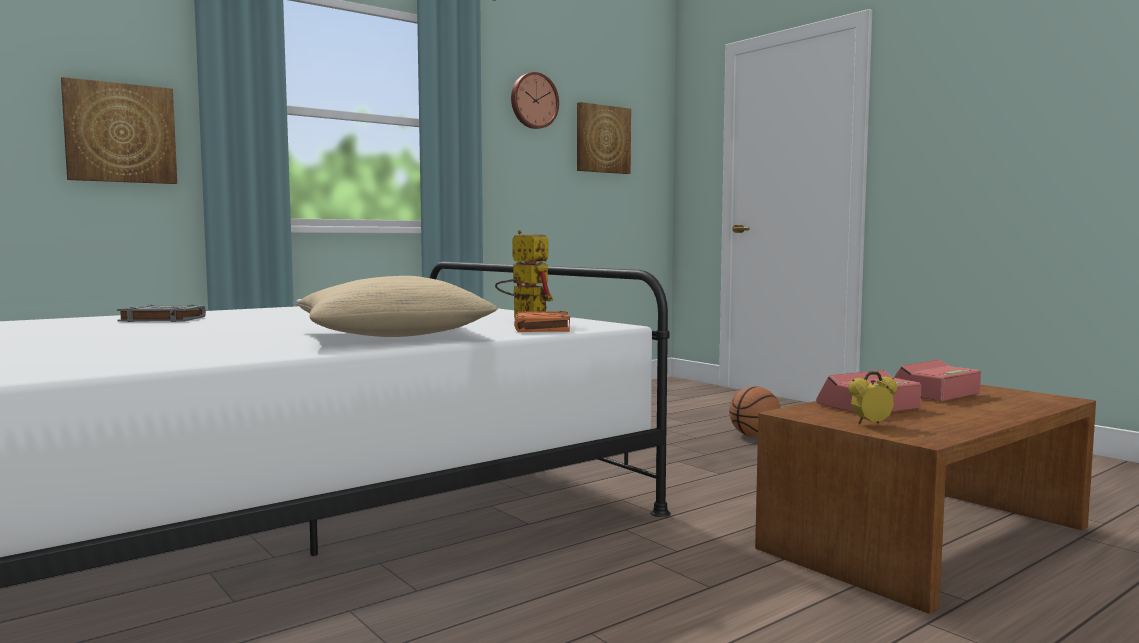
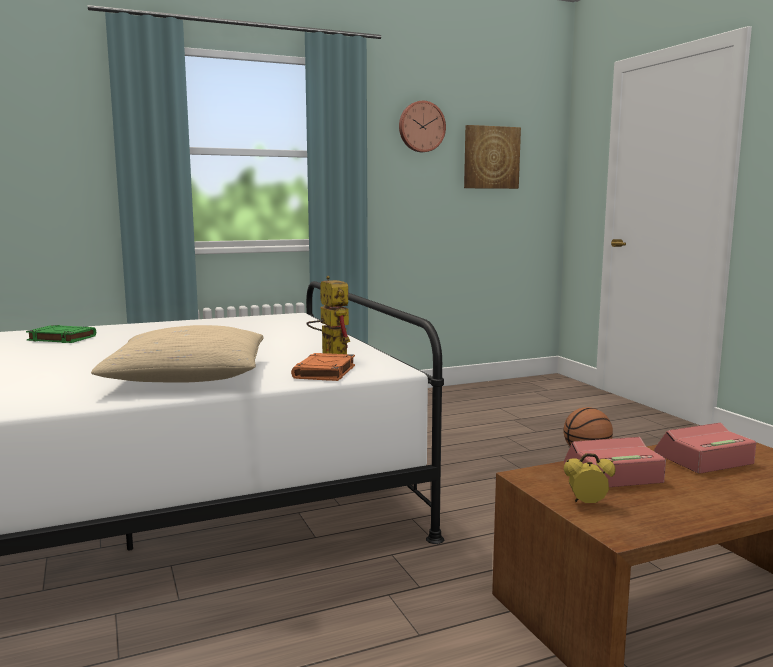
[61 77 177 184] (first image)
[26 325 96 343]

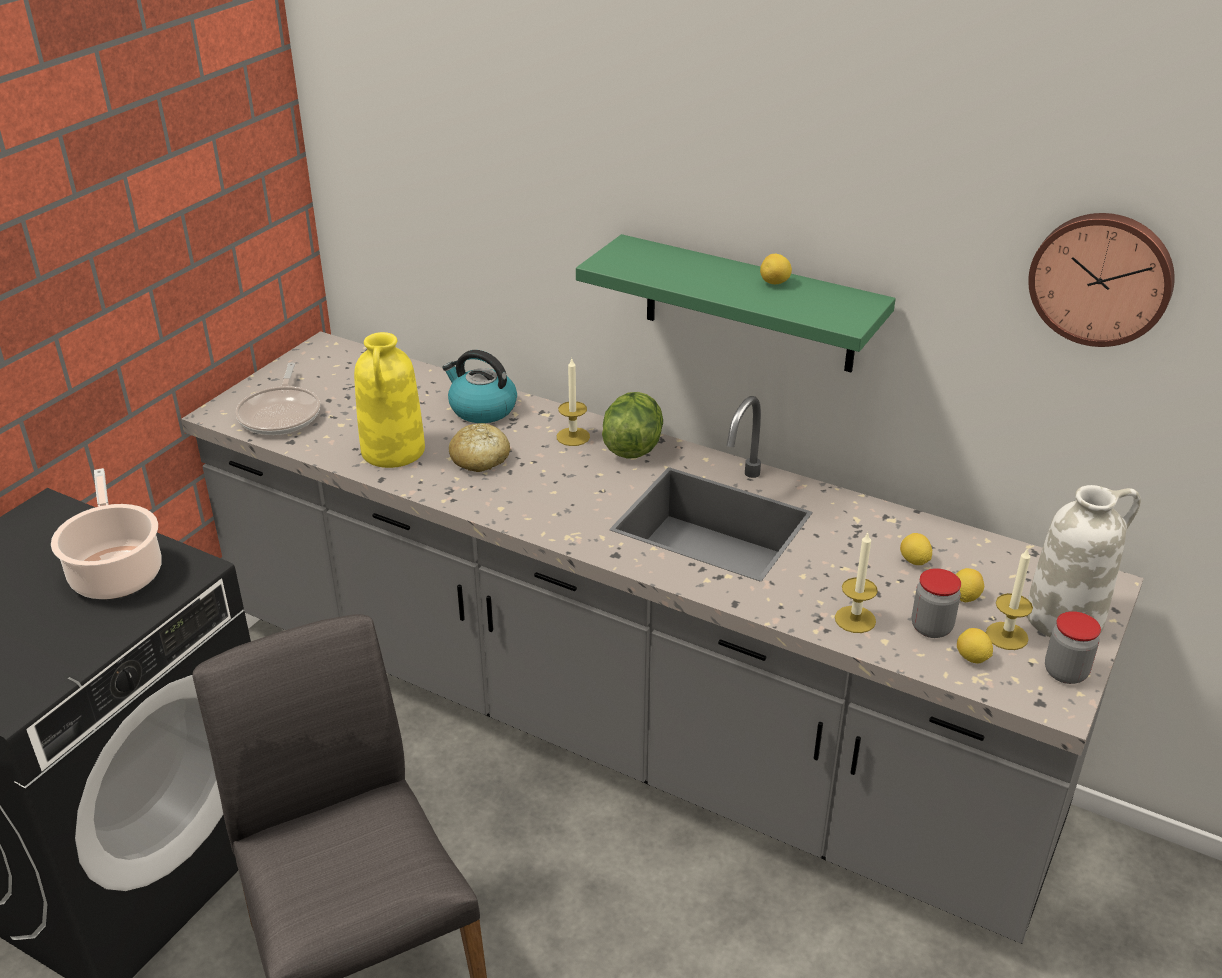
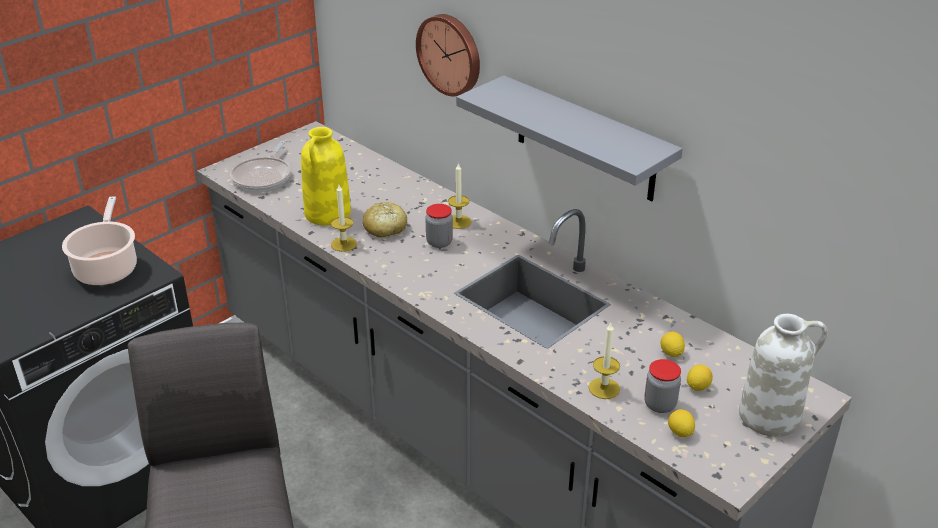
[416 14 480 96]
[456 76 683 201]
[760 254 792 284] (first image)
[442 350 517 423] (first image)
[602 392 663 459] (first image)
[331 185 357 252]
[425 204 453 248]

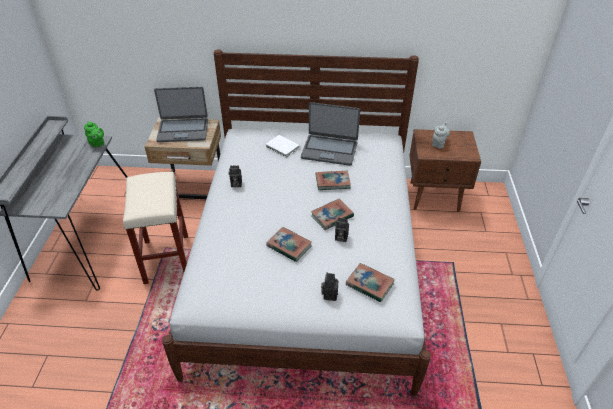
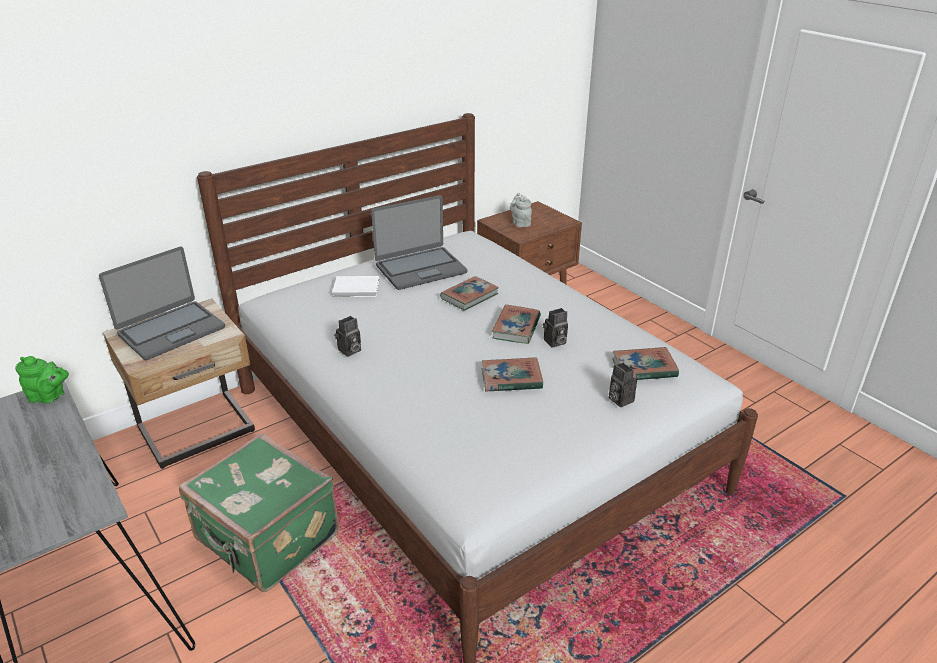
[179 433 339 592]

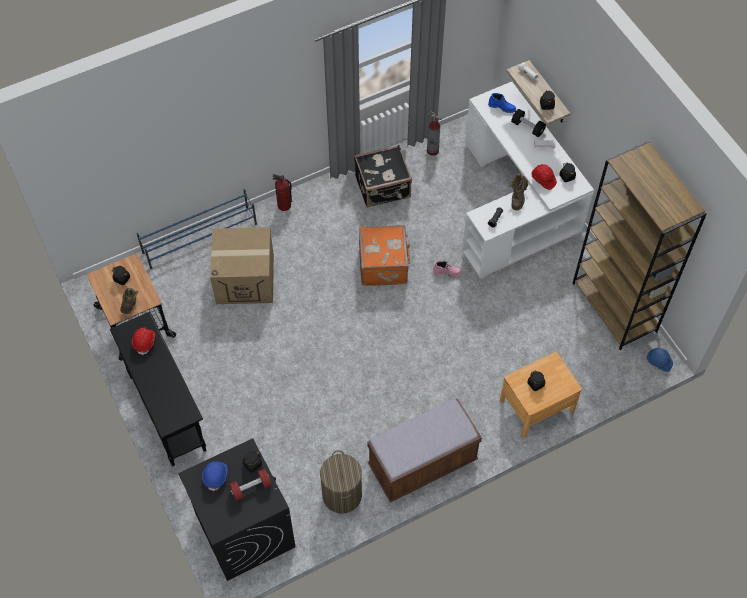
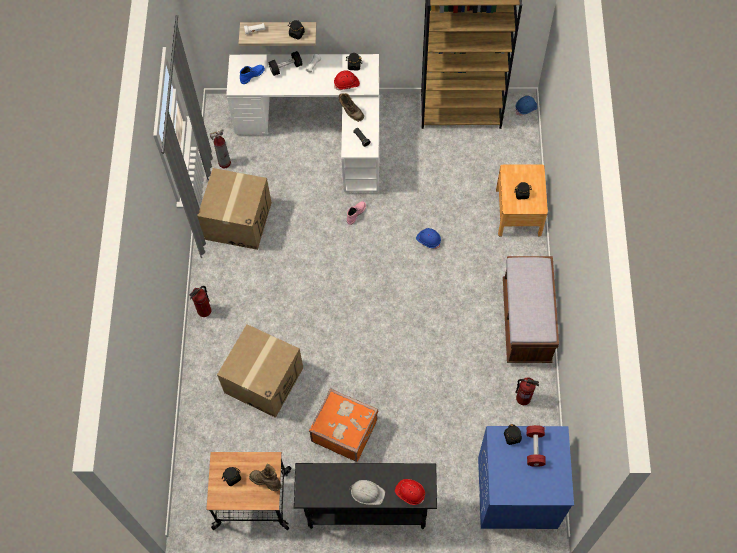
[197 168 272 250]
[137 189 257 269] (first image)
[309 388 378 462]
[395 479 425 505]
[478 425 574 529]
[515 377 539 405]
[416 228 441 249]
[349 480 385 505]

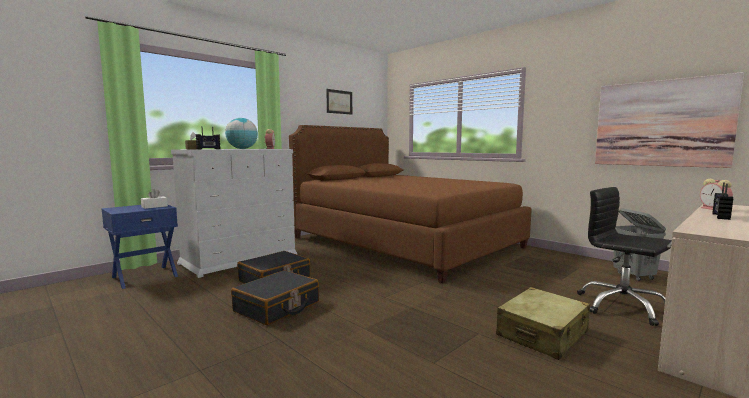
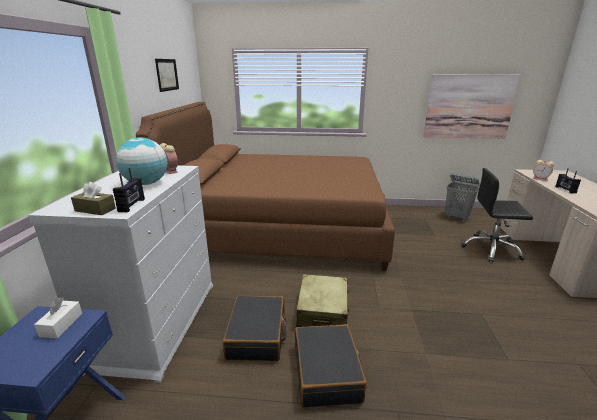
[296 274 349 327]

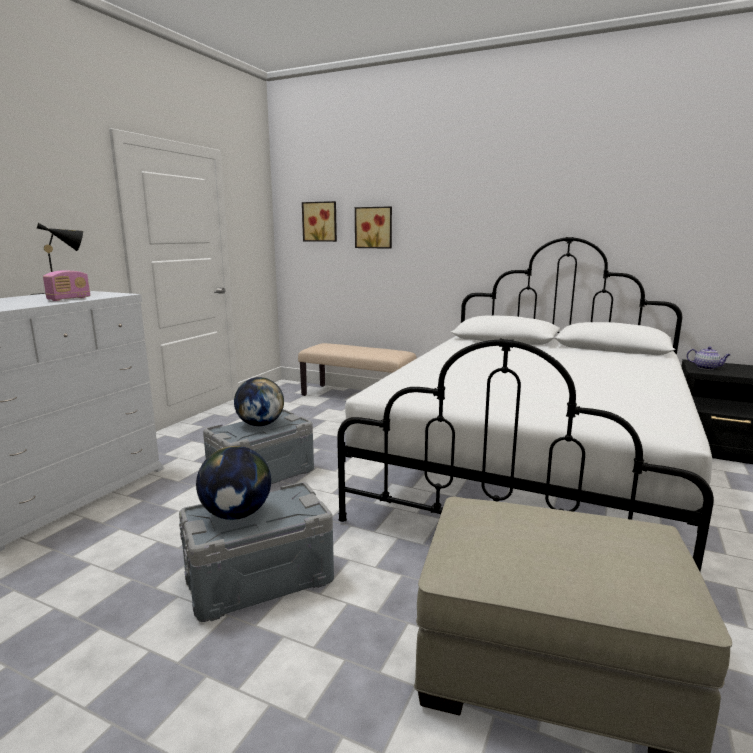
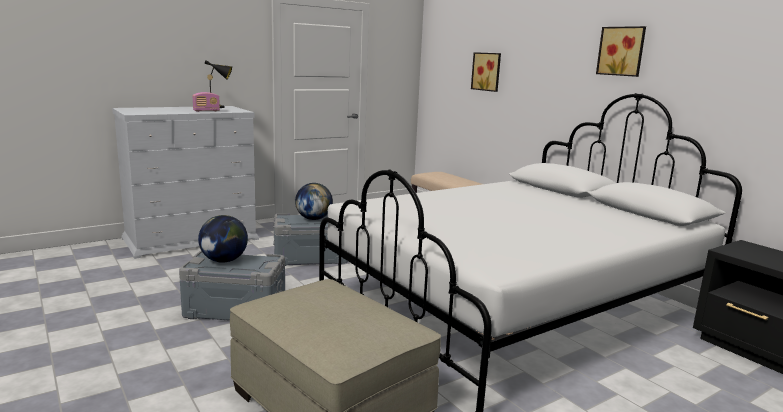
[596 26 646 77]
[687 346 731 370] (first image)

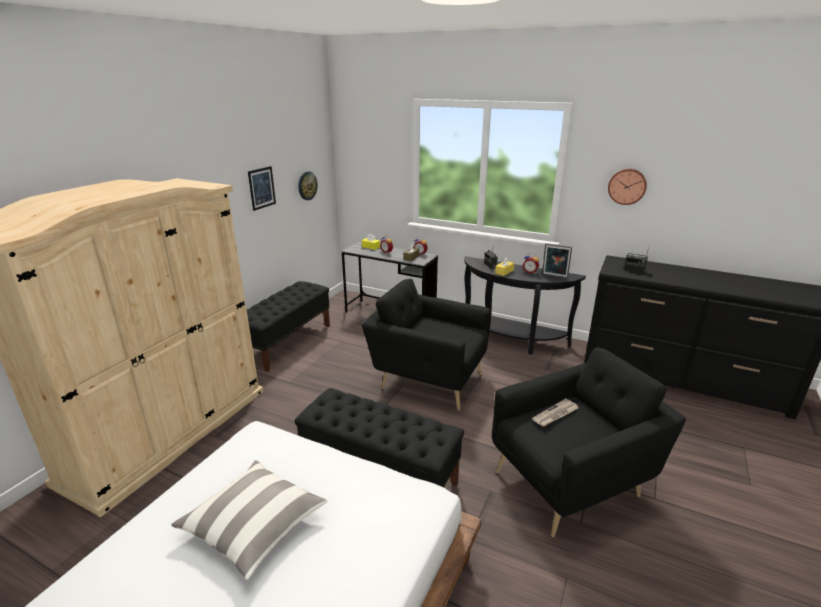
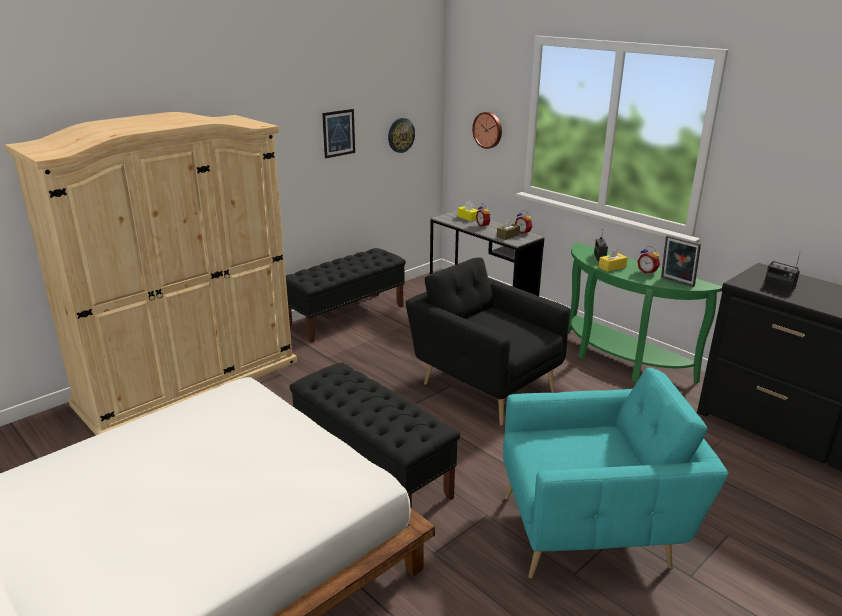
[472 112 502 149]
[568 242 722 384]
[503 368 728 579]
[532 398 579 427] (first image)
[171 460 327 580] (first image)

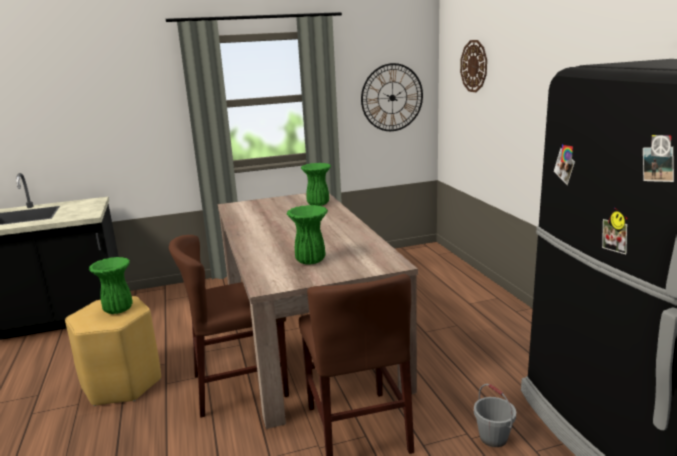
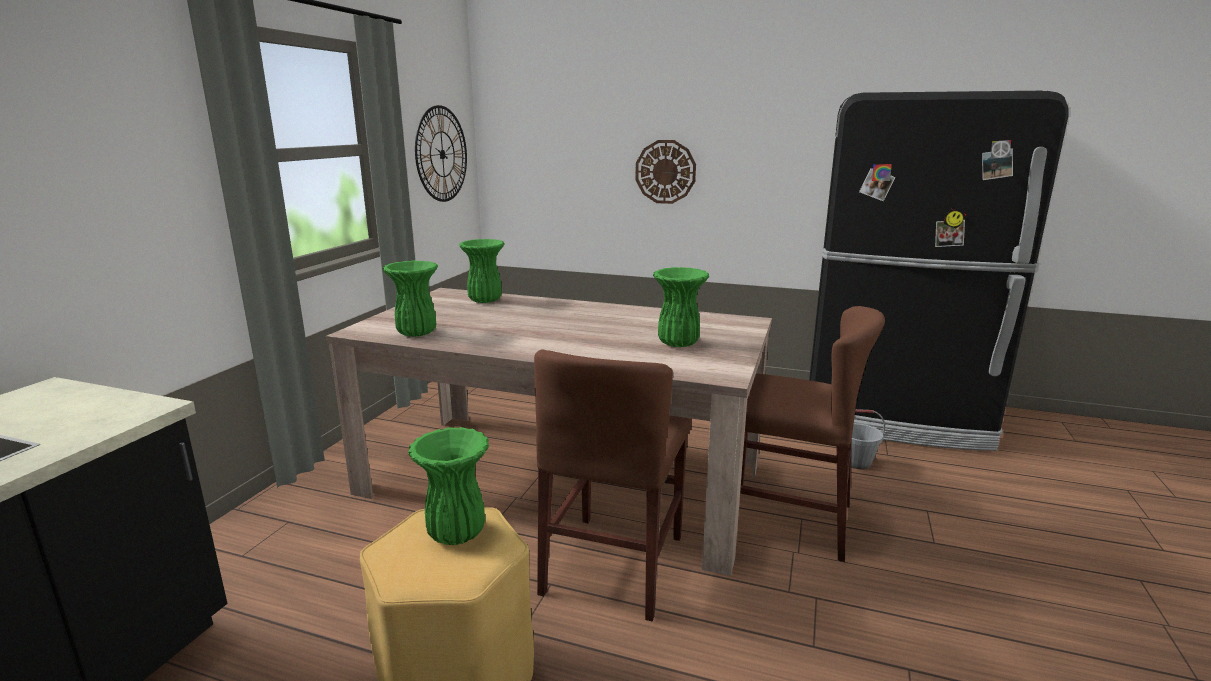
[635 140 696 204]
[382 260 438 337]

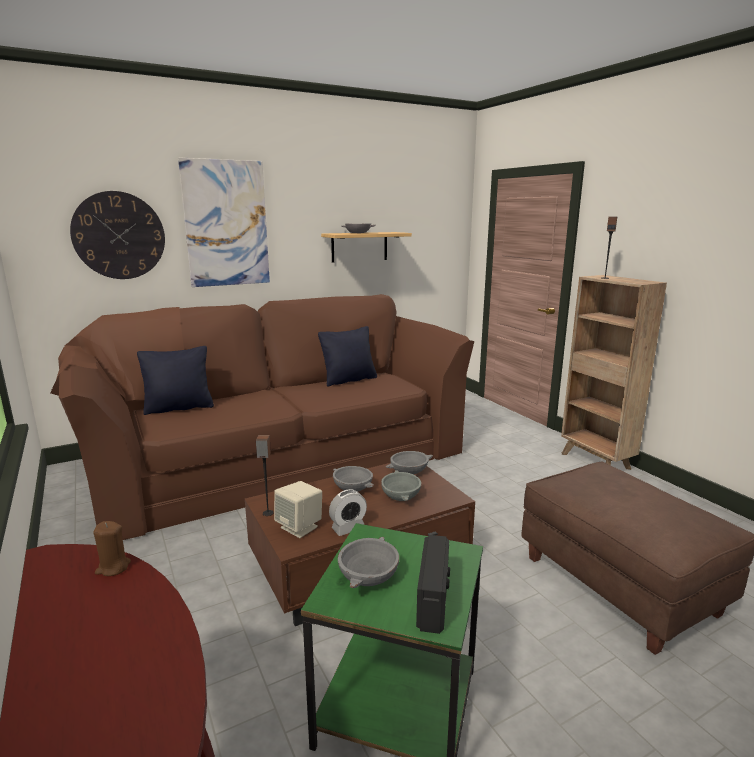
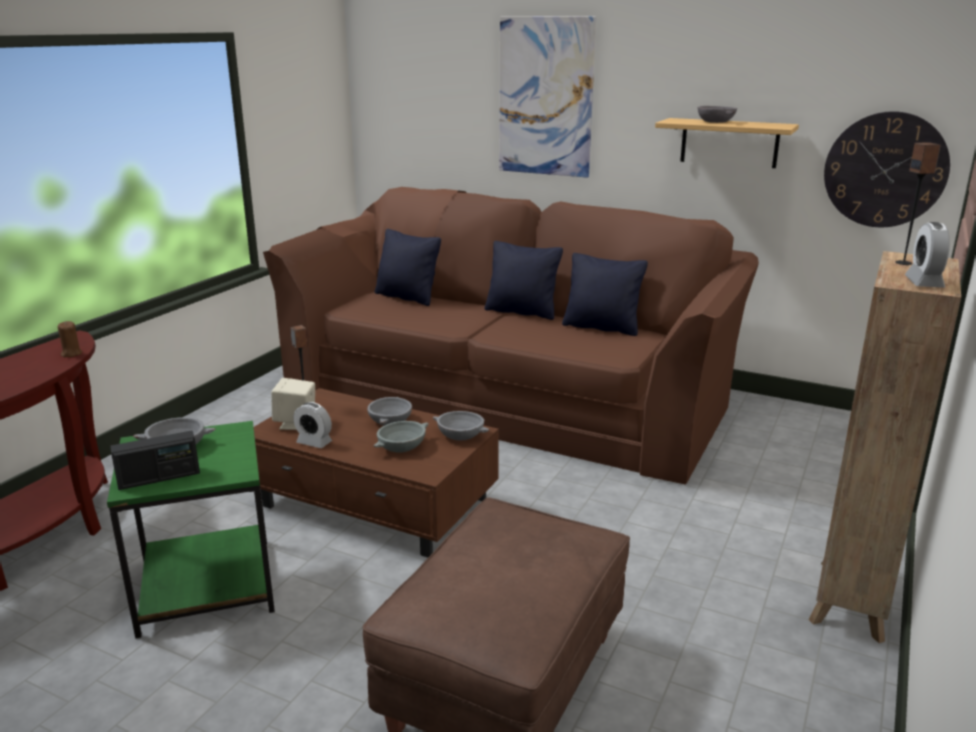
[824 111 950 227]
[905 222 950 288]
[485 241 563 320]

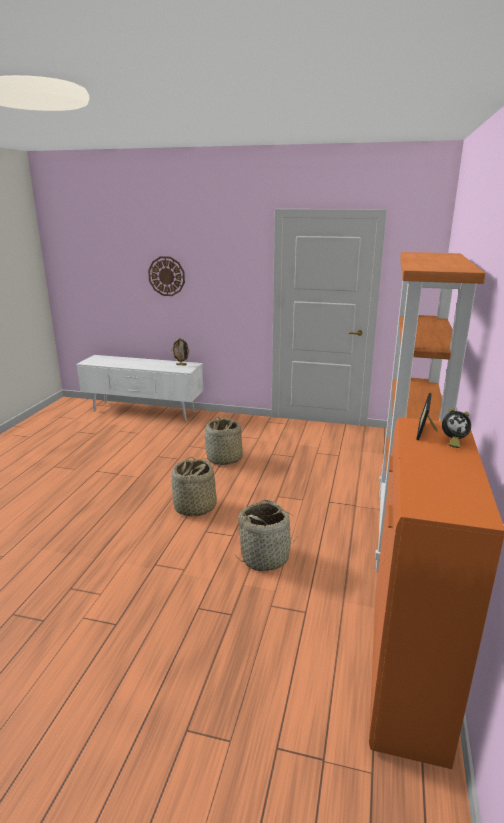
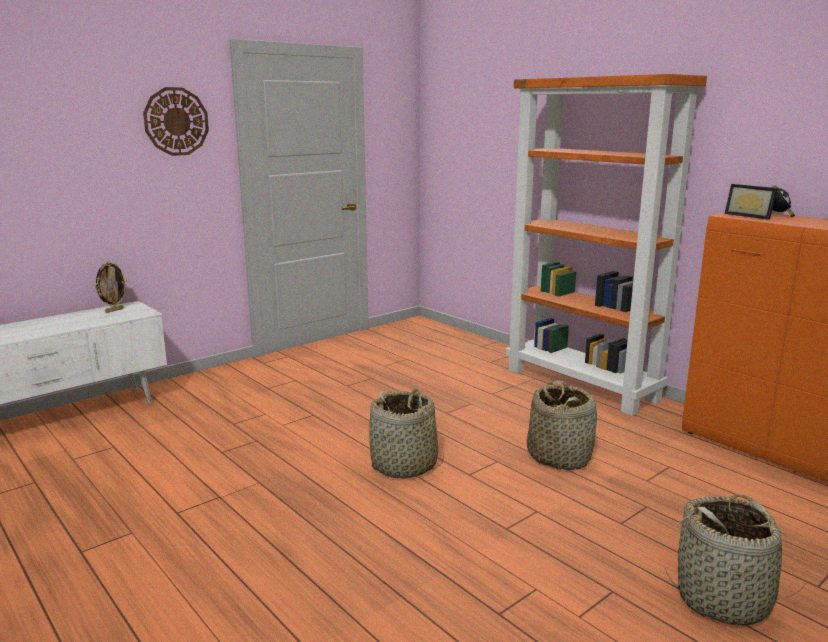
[143 87 209 156]
[665 494 808 626]

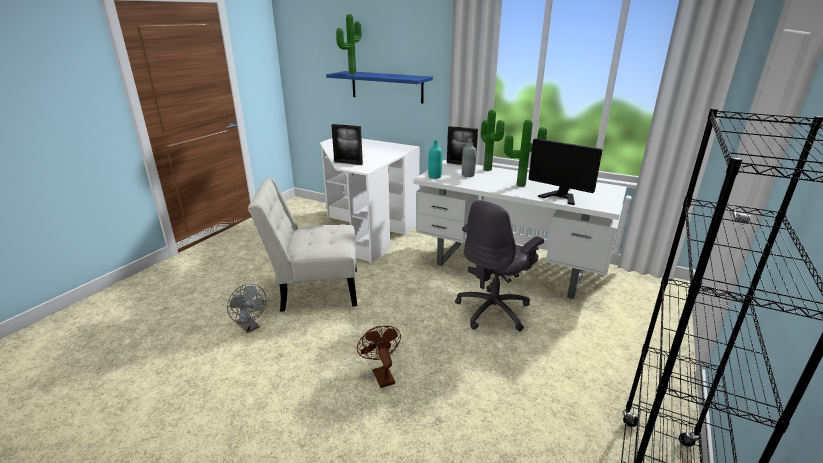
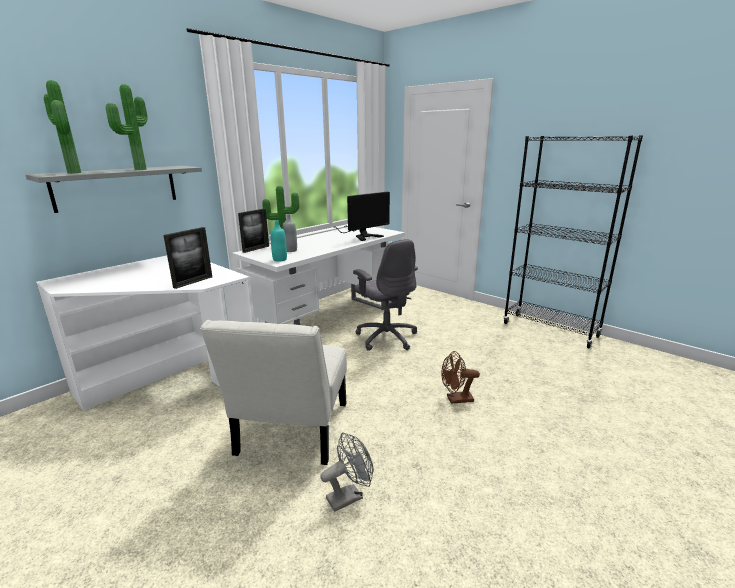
[26 166 202 213]
[106 84 147 170]

